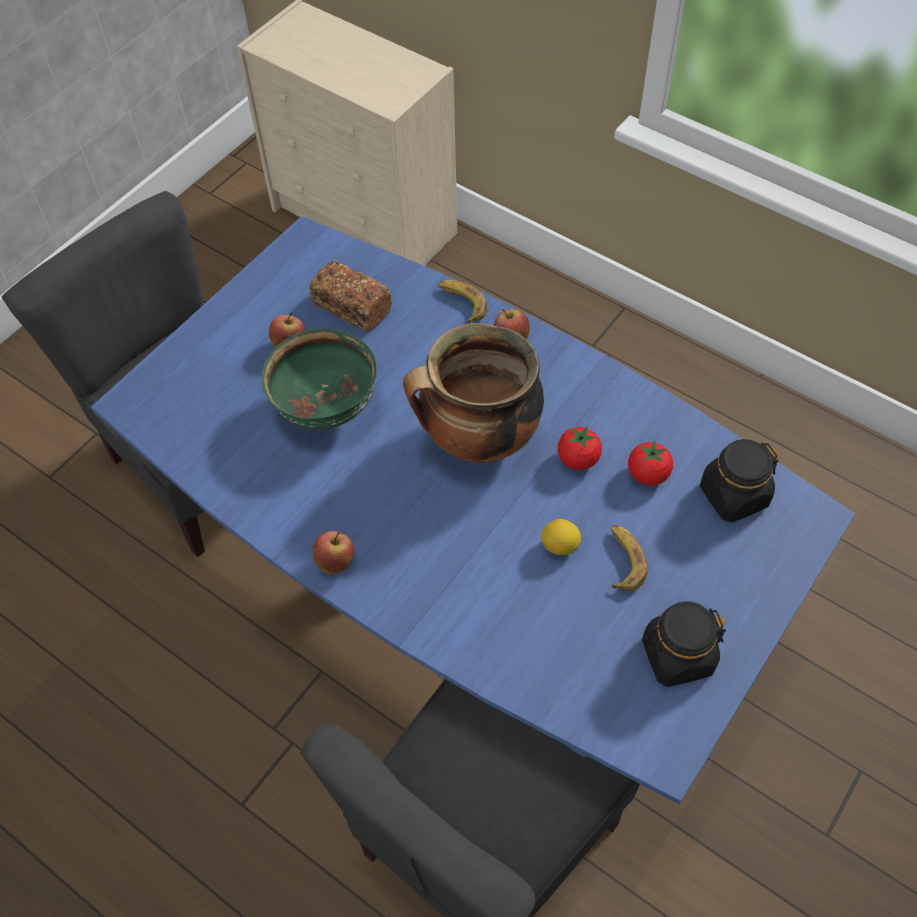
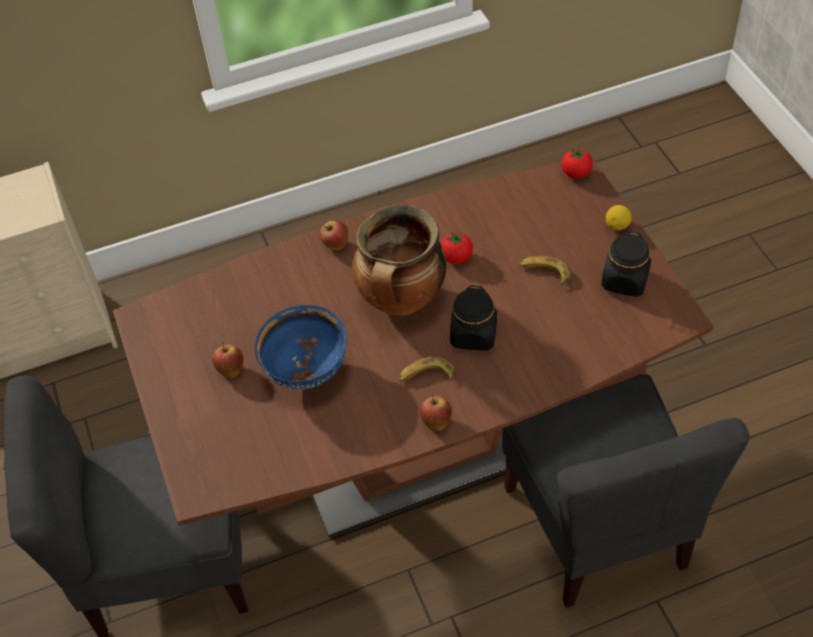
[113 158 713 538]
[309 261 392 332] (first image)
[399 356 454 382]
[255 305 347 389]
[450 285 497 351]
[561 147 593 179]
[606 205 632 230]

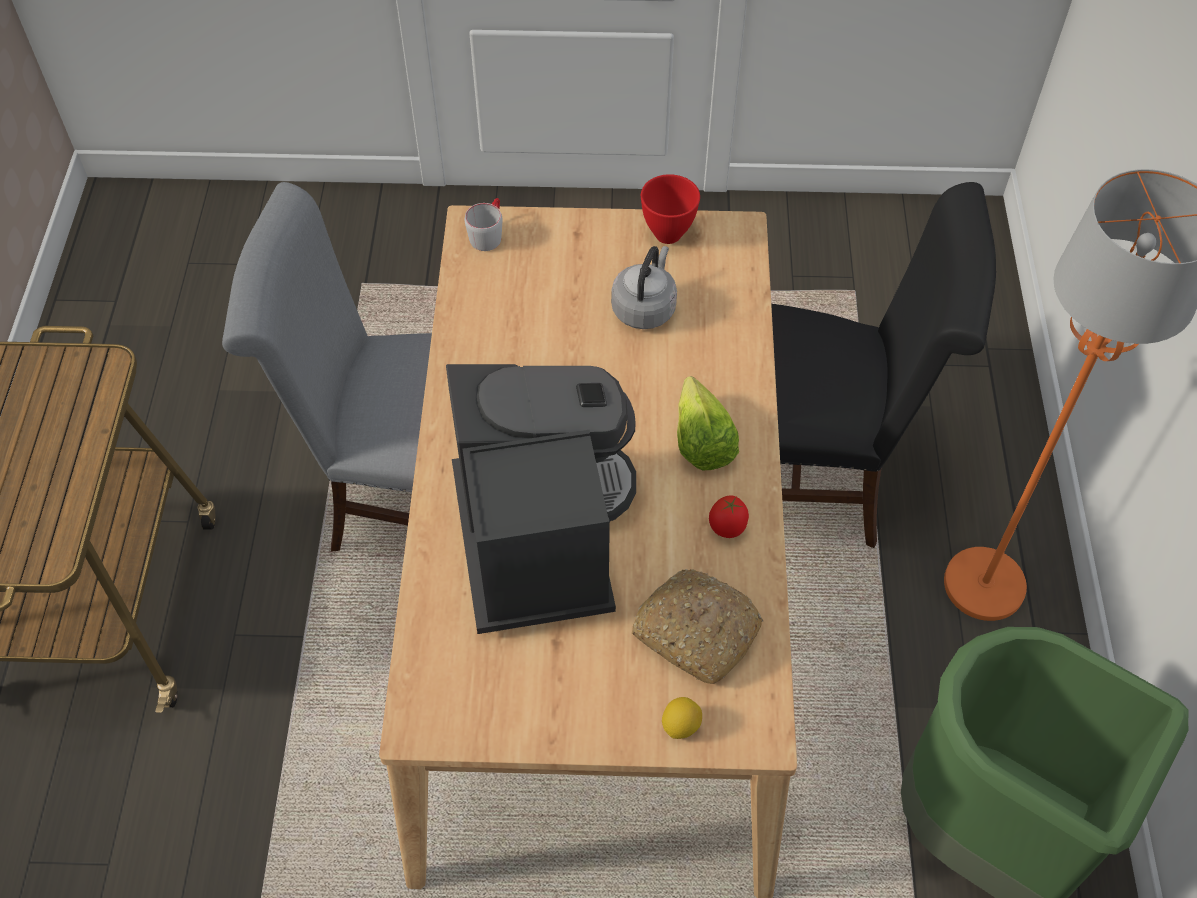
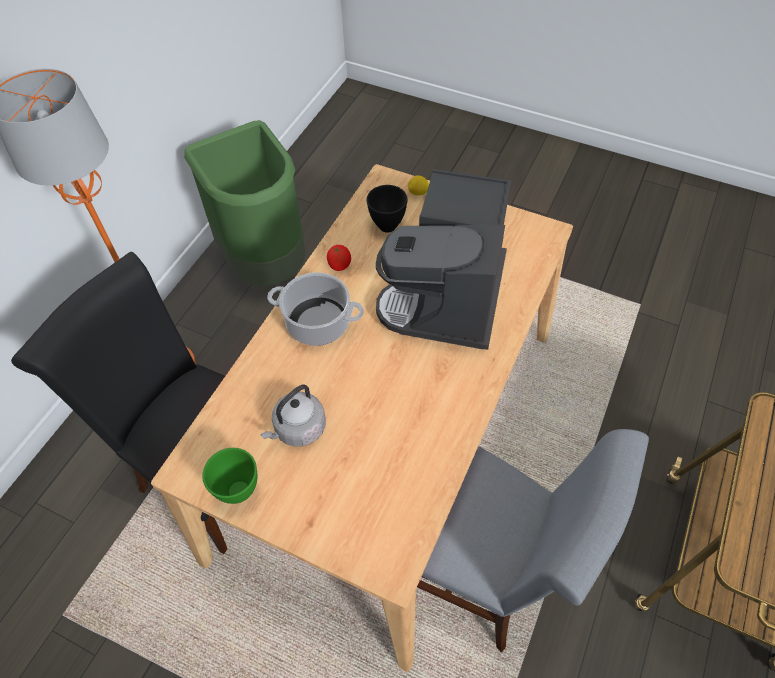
[202 448 257 504]
[465 198 503 251] (first image)
[268 272 364 346]
[366 185 408 233]

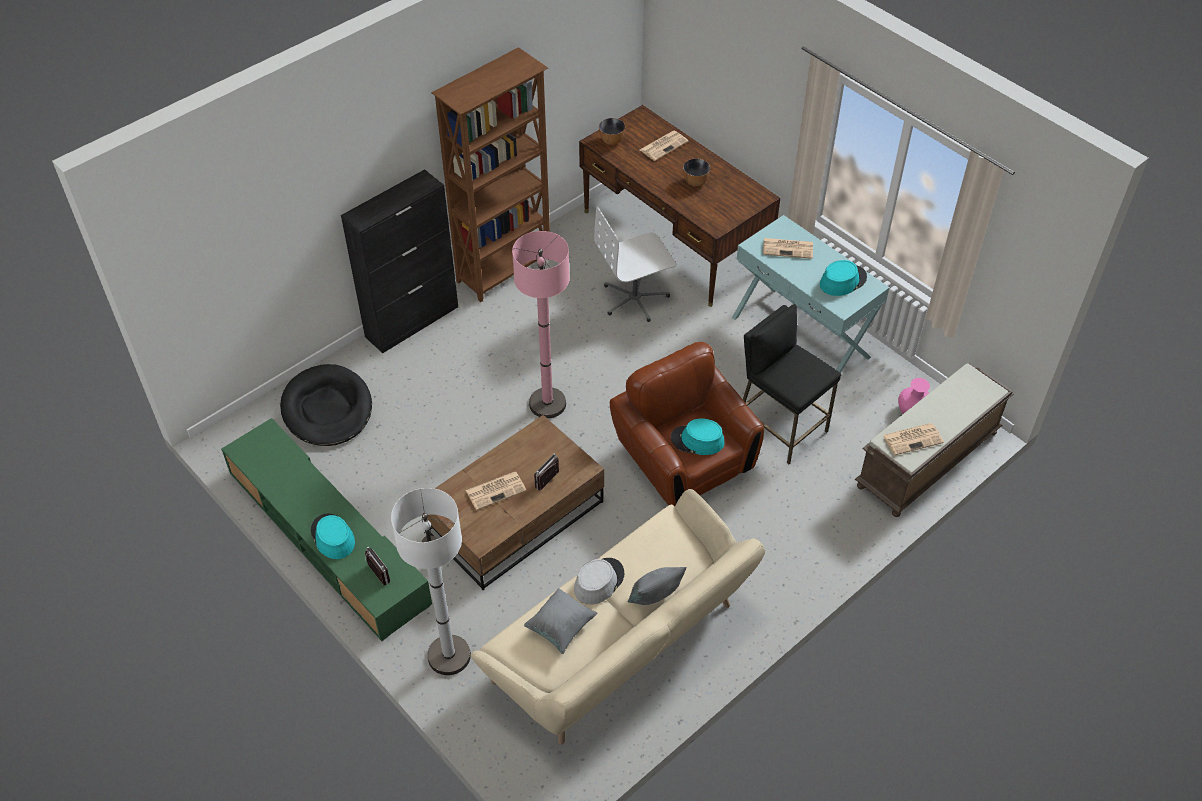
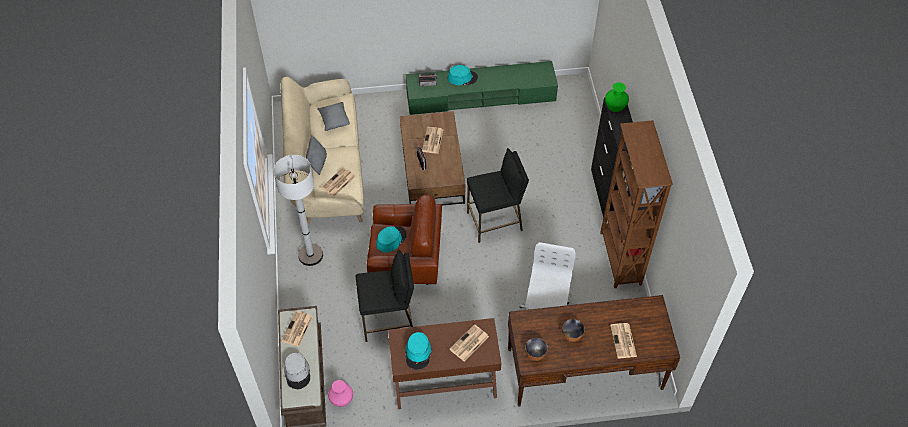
[525 338 548 361]
[388 318 502 409]
[467 148 529 243]
[280 364 372 446] (first image)
[274 155 323 266]
[284 353 310 389]
[605 82 629 112]
[321 167 356 197]

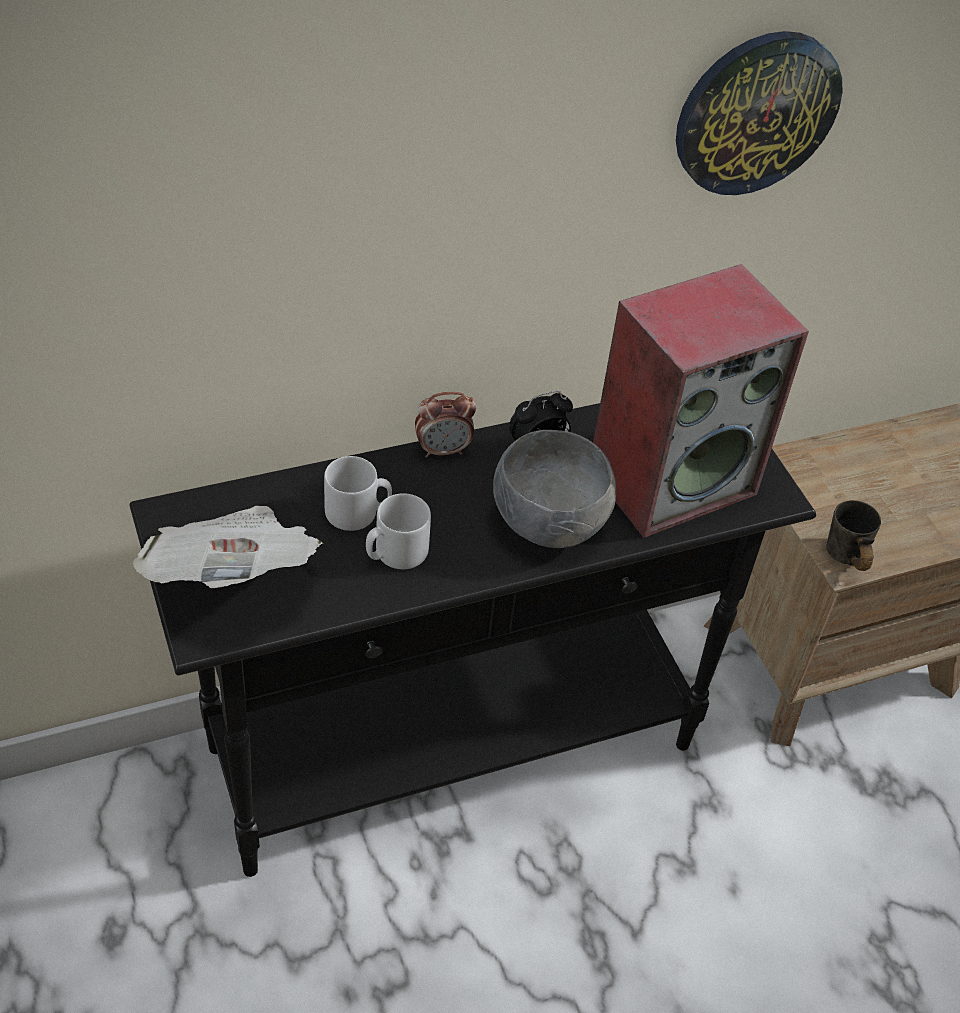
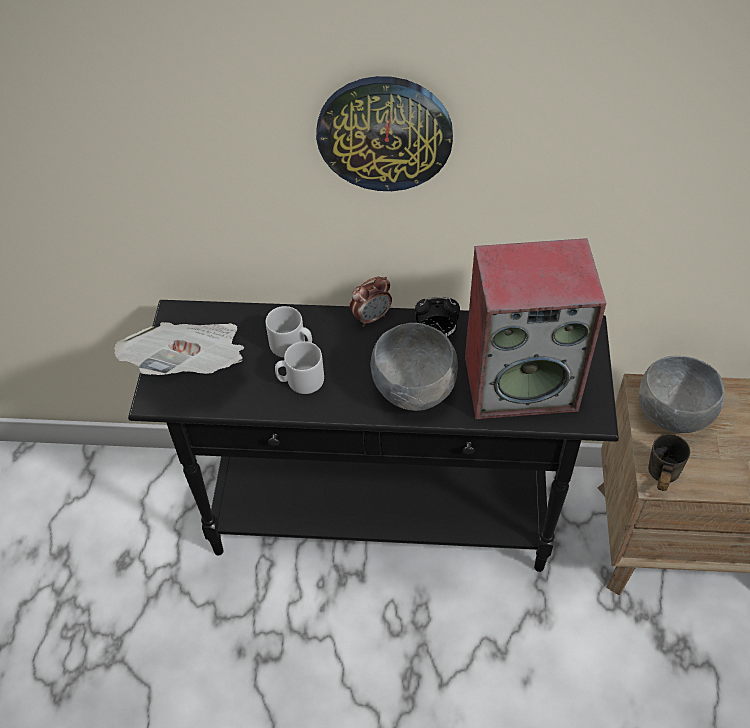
[316 76 453 191]
[350 276 392 327]
[639 356 725 433]

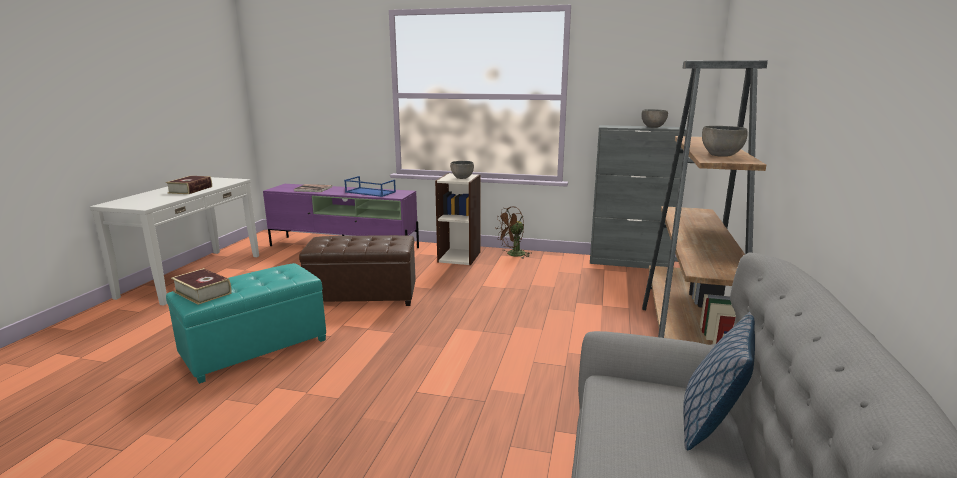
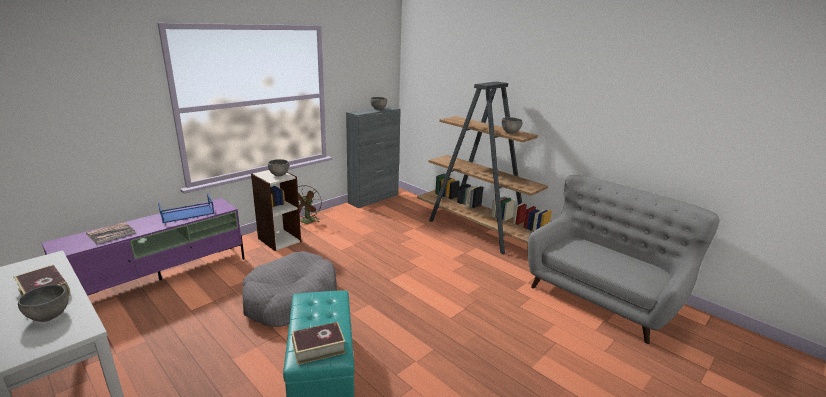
[242 251 337 327]
[683 312 755 450] (first image)
[18 285 69 322]

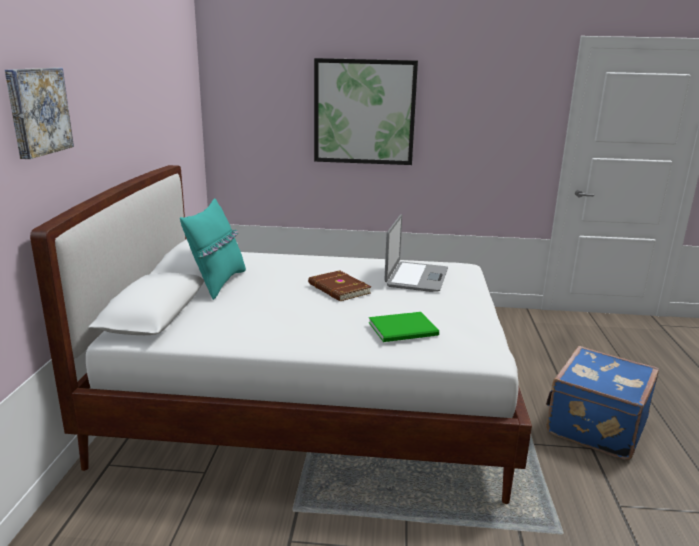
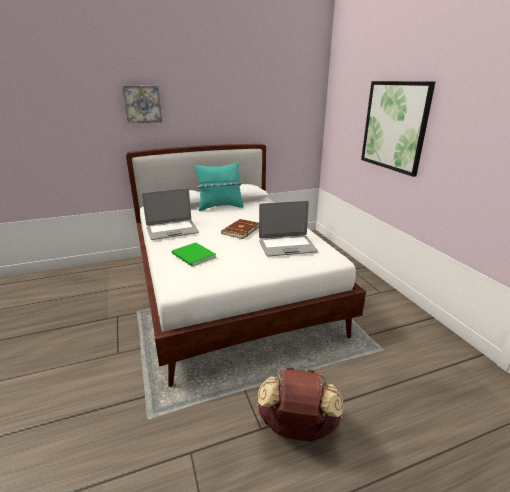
[257 367 343 442]
[142 188 199 240]

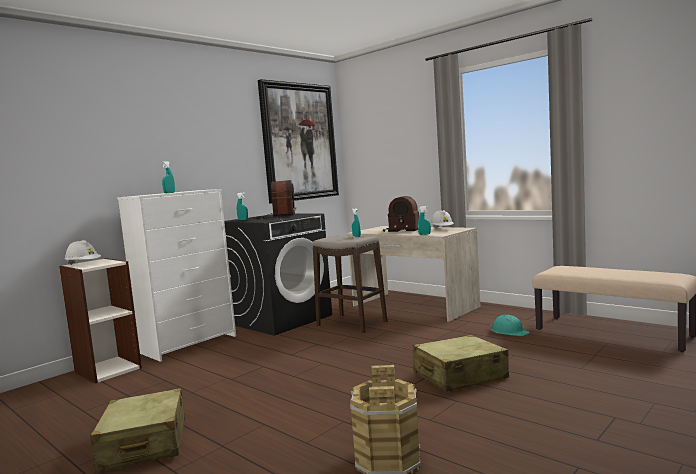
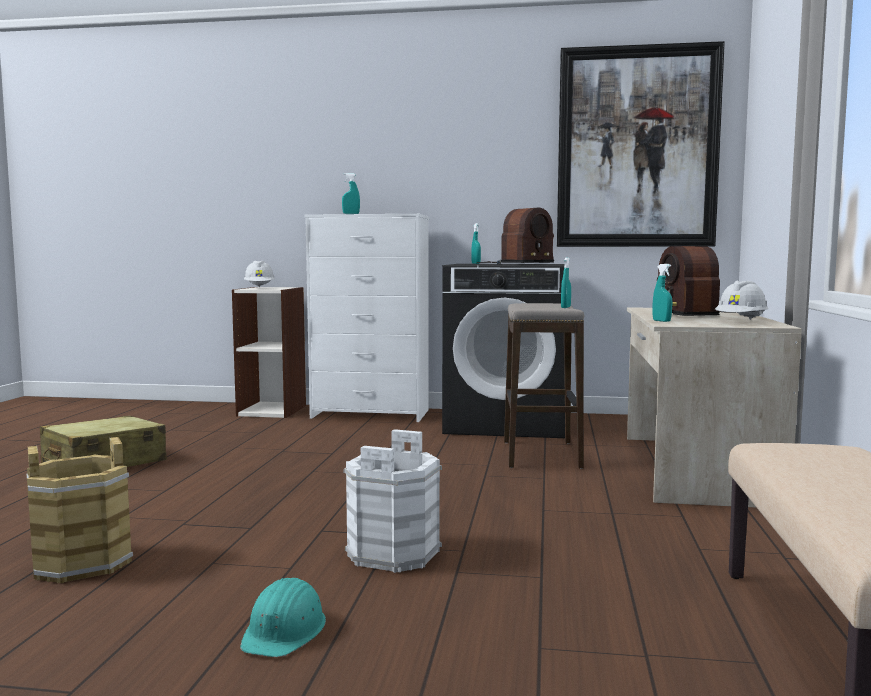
[240 578 326 657]
[344 429 442 573]

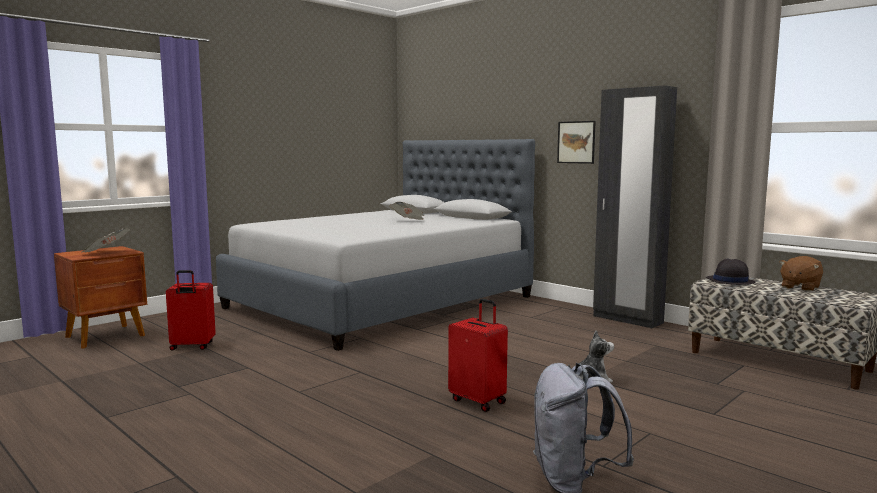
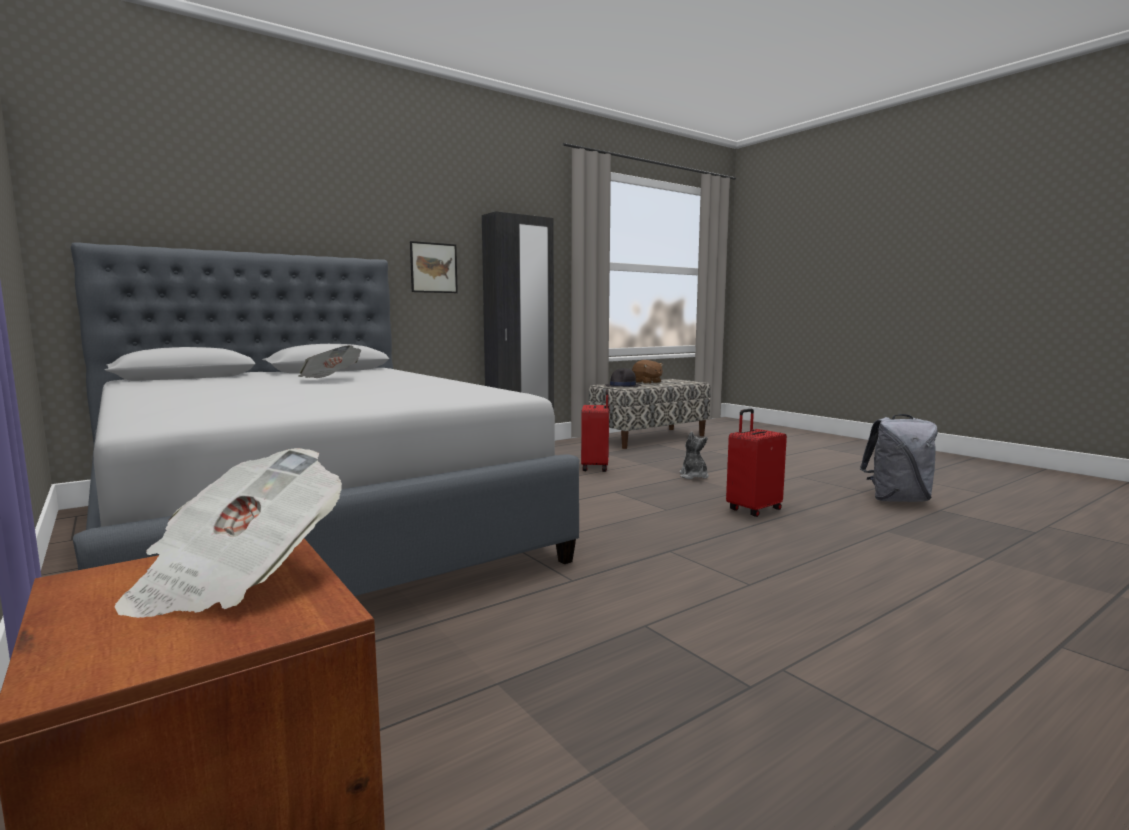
[581 389 609 472]

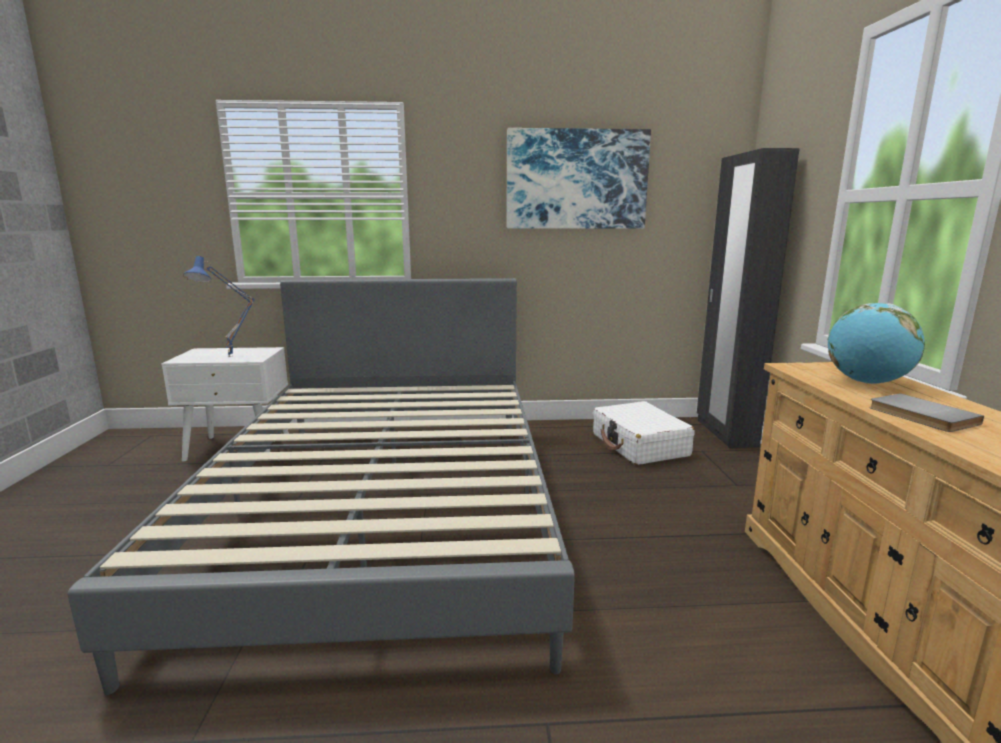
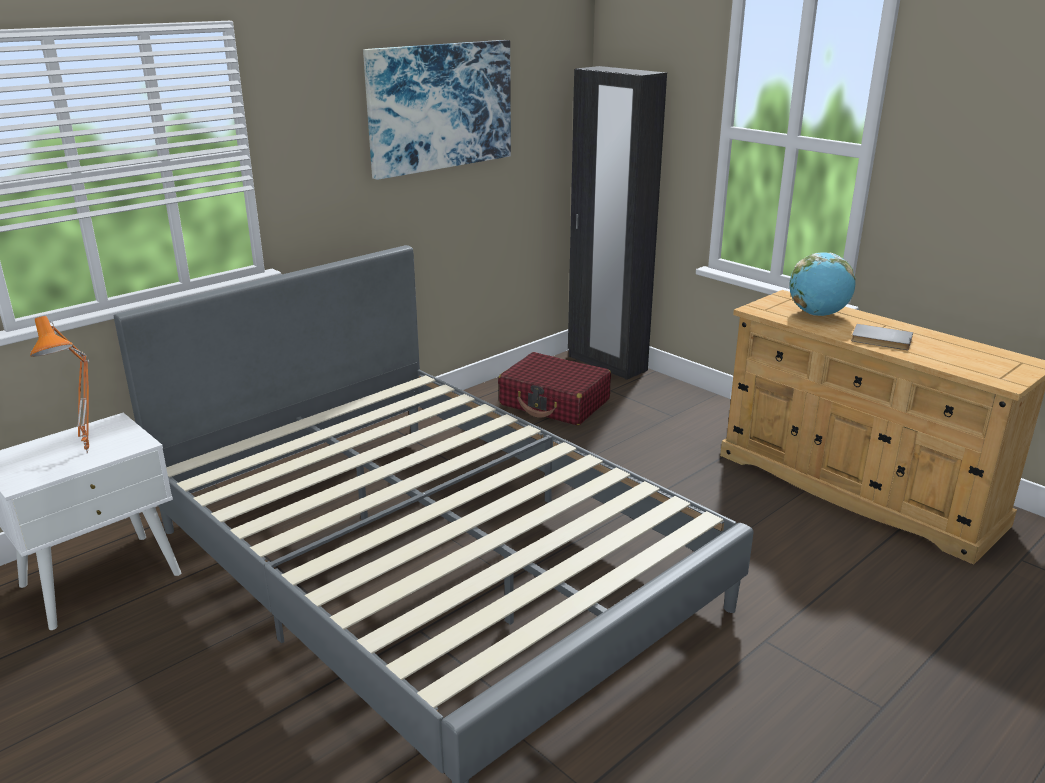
[30 316 89 454]
[498 352 611 425]

